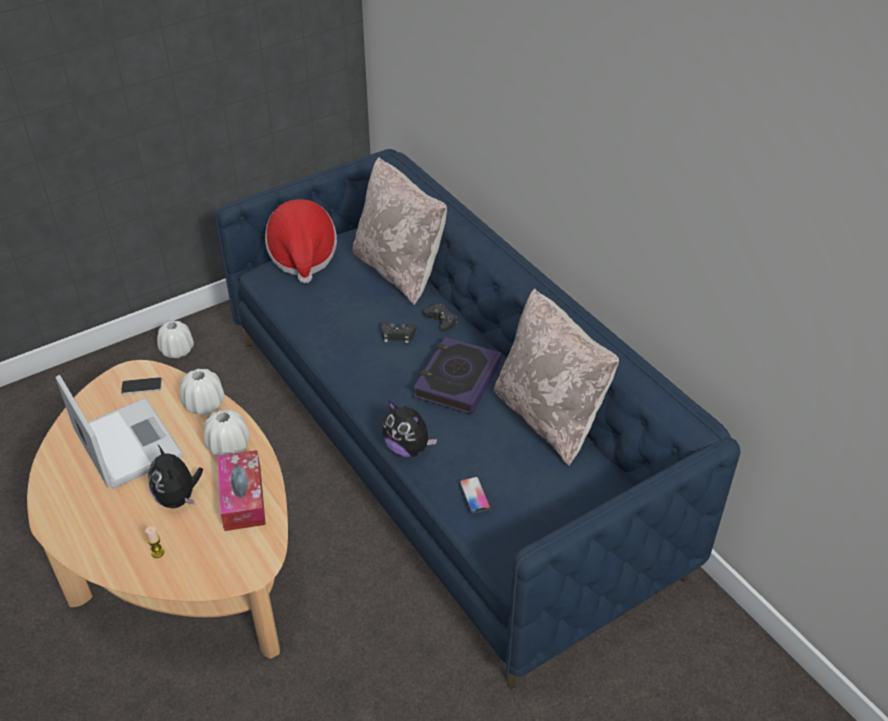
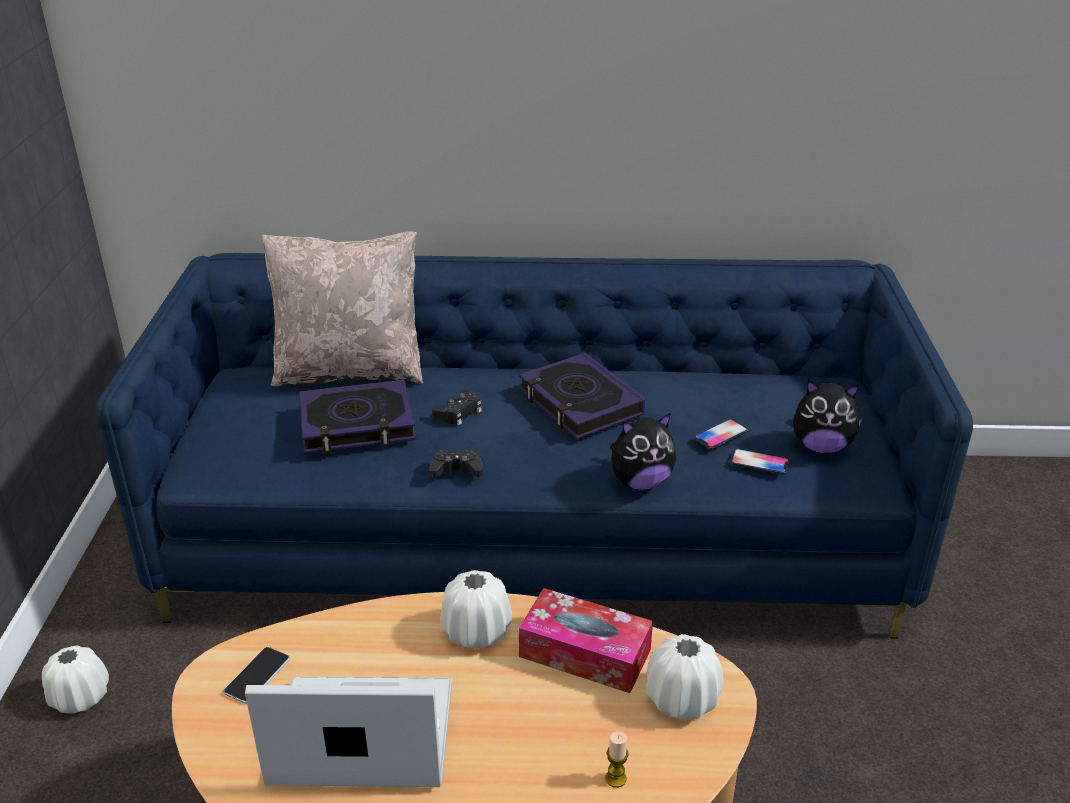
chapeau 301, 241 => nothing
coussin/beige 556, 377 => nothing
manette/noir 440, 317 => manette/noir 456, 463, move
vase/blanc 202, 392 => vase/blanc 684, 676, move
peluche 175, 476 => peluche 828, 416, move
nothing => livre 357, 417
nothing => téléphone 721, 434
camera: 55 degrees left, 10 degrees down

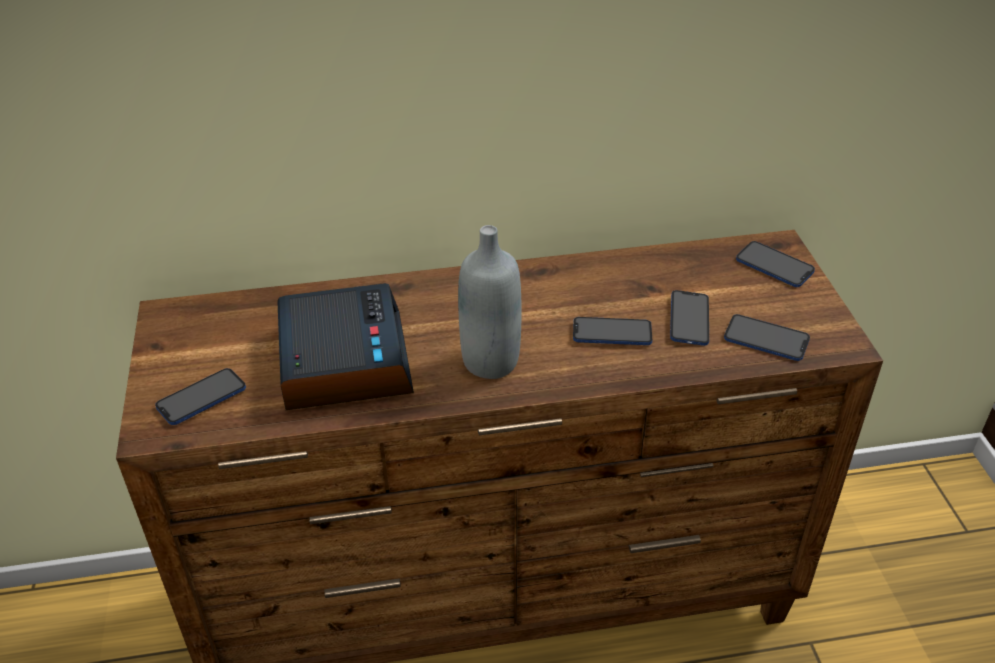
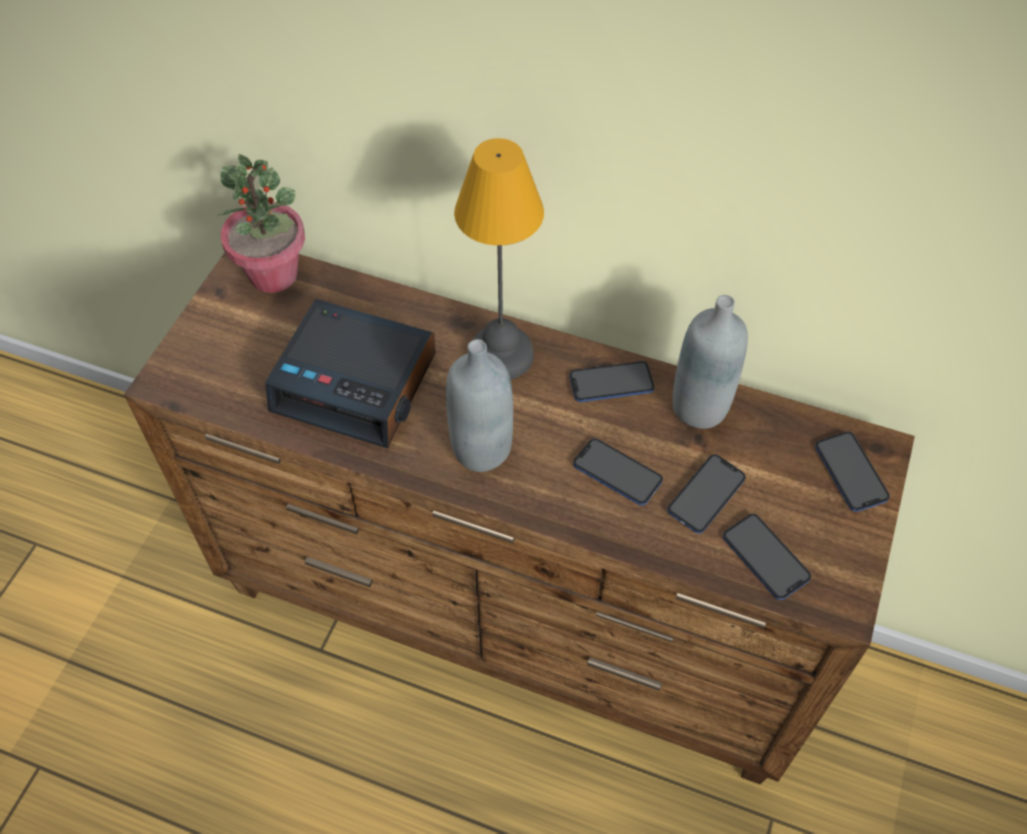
réveil 345, 346 => réveil 350, 374, 90 degrees clockwise
téléphone 200, 396 => téléphone 612, 381, move
nothing => lampe de table 499, 259
nothing => plante en pot 261, 223
nothing => bouteille/gris 710, 362
camera: 30 degrees right, 15 degrees up

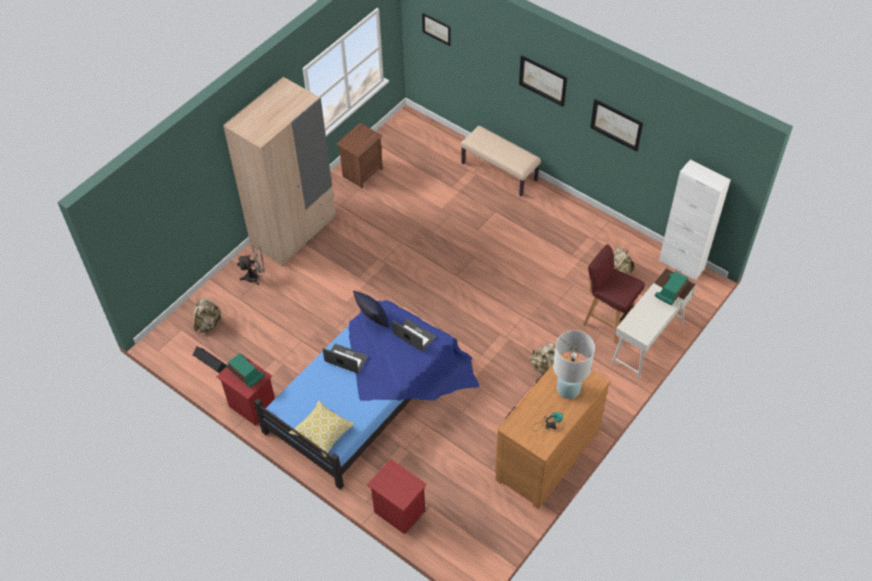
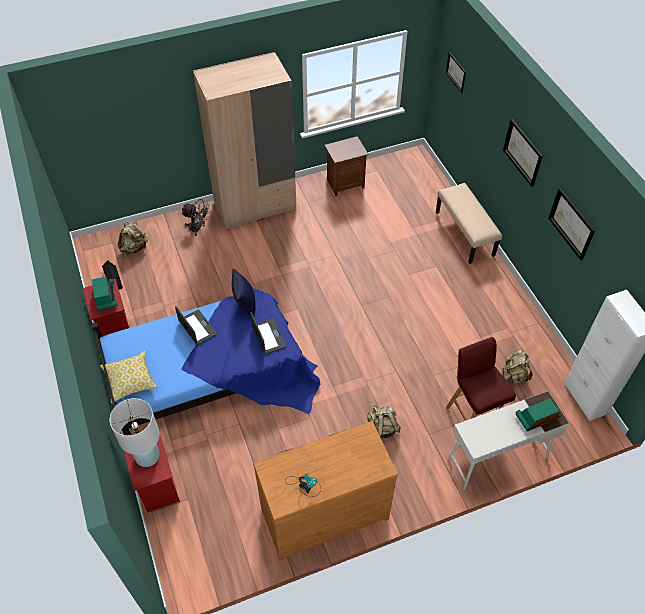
lampe de table/blanc 574, 364 => lampe de table/blanc 134, 432, move
camera: 30 degrees right, 0 degrees up

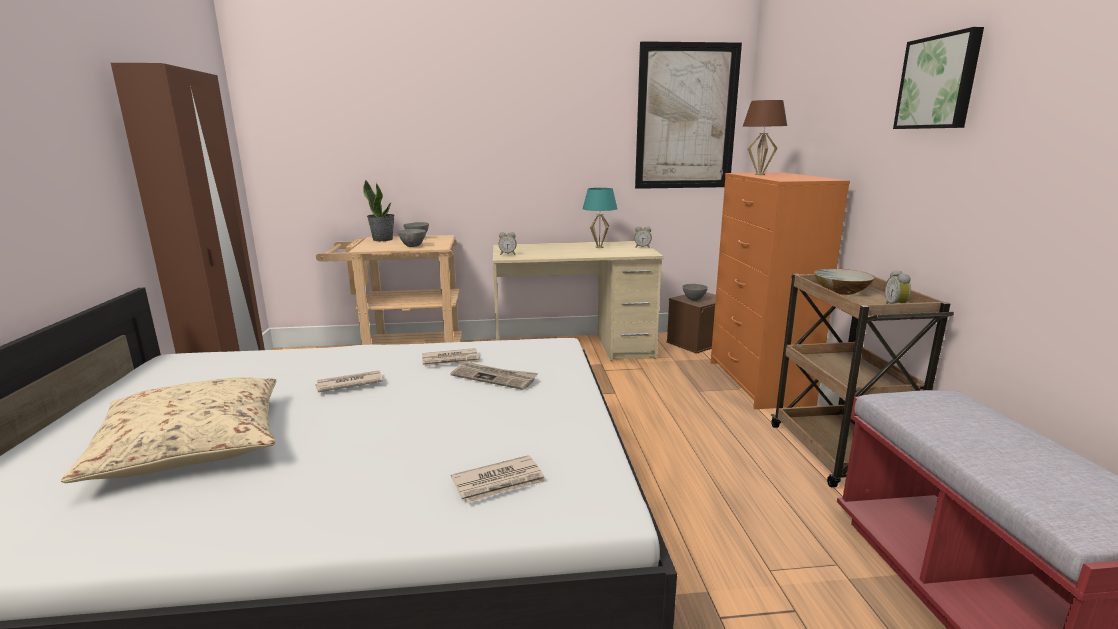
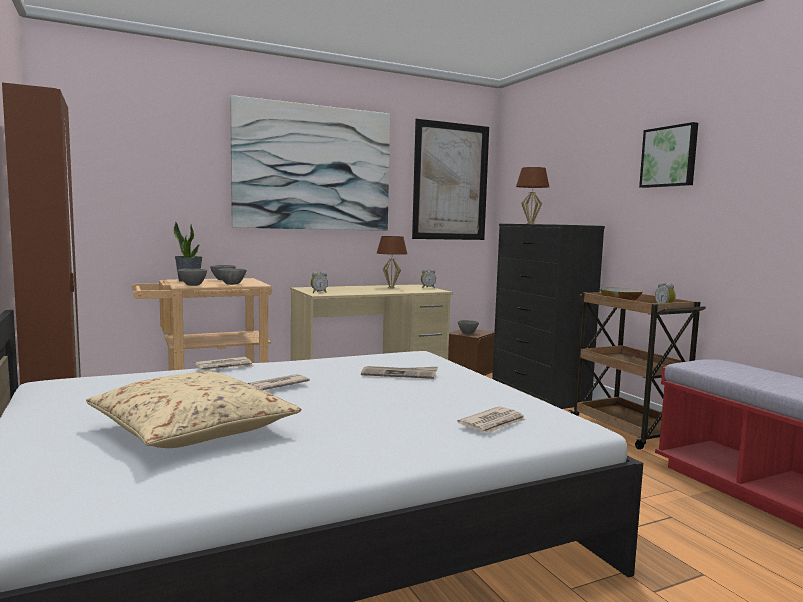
commode/orange 780, 290 => commode/noir 548, 316
lampe de table/turquoise 600, 218 => lampe de table/marron 392, 262
journal 451, 357 => journal 224, 363, move
nothing => tableau 310, 163
nothing => bol/gris 192, 277
camera: 20 degrees left, 10 degrees down

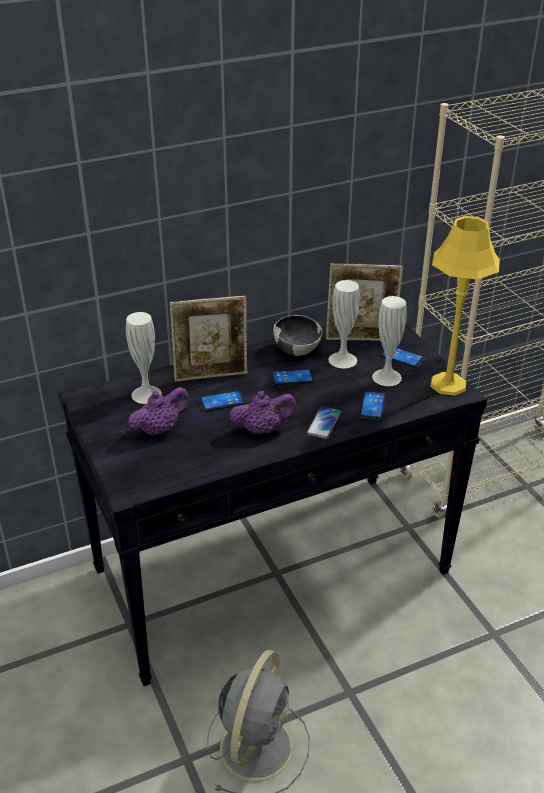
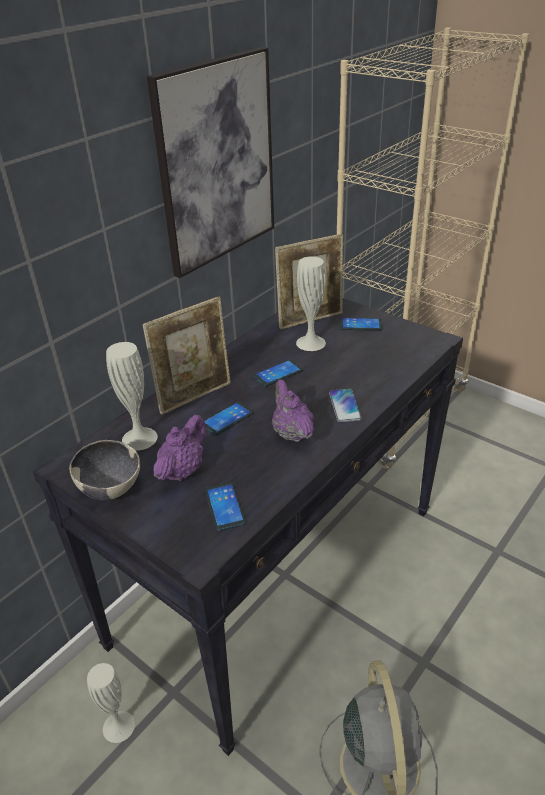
lampe de table/jaune 465, 306 => nothing
vase/blanc 389, 341 => vase/blanc 111, 703, move
bol 298, 335 => bol 104, 470, move
téléphone 372, 405 => téléphone 225, 506, move
théière/violet 263, 412 => théière/violet 293, 410, 75 degrees counterclockwise
nothing => tableau 210, 162
camera: 25 degrees left, 0 degrees up

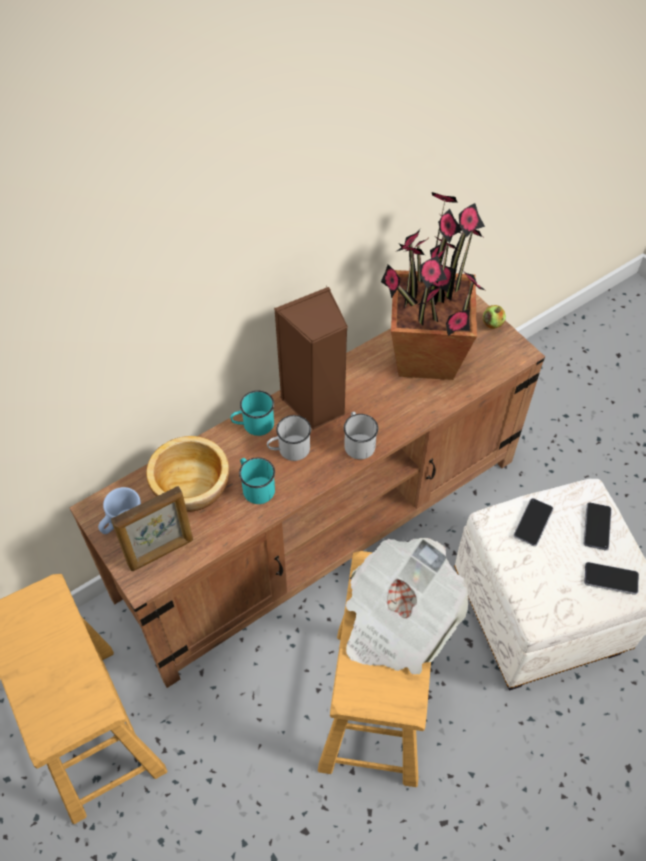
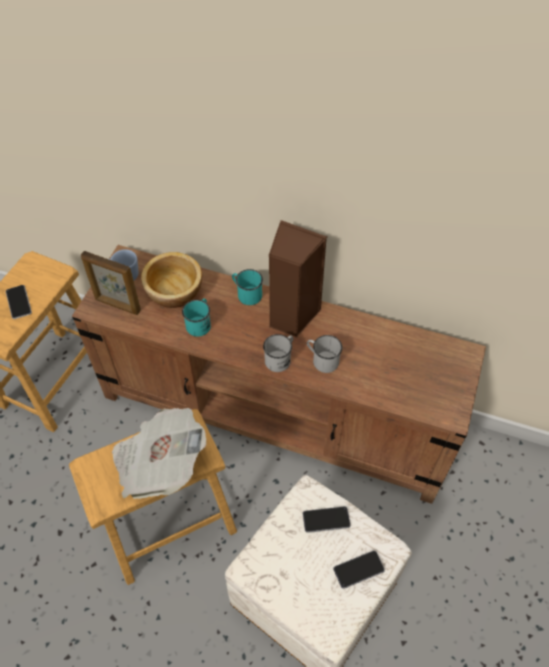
plante en pot 433, 286 => nothing
pomme 494, 317 => nothing
mug/blanc 289, 438 => mug/blanc 324, 354, move
téléphone 611, 578 => téléphone 18, 302, move
camera: 55 degrees right, 0 degrees up

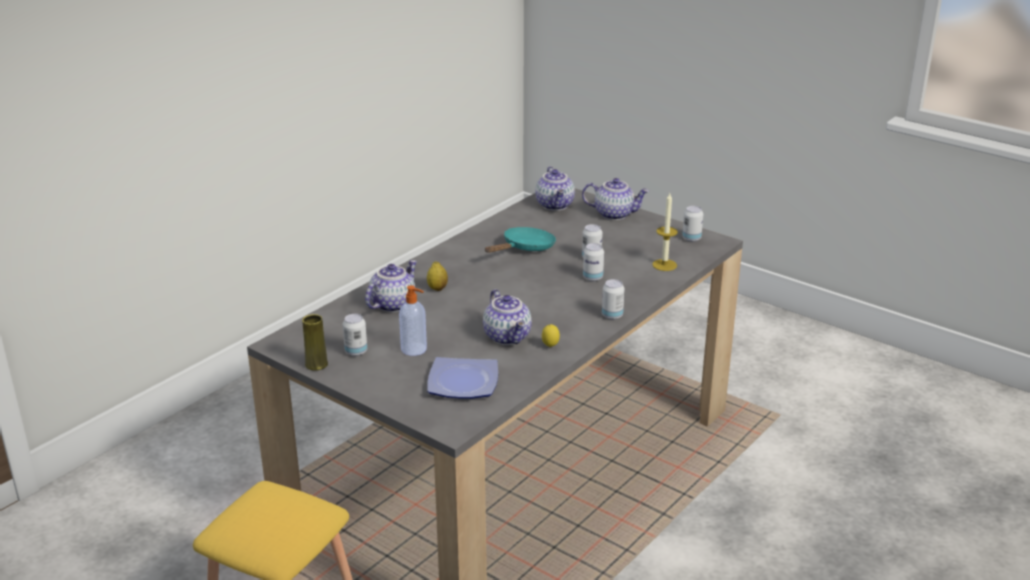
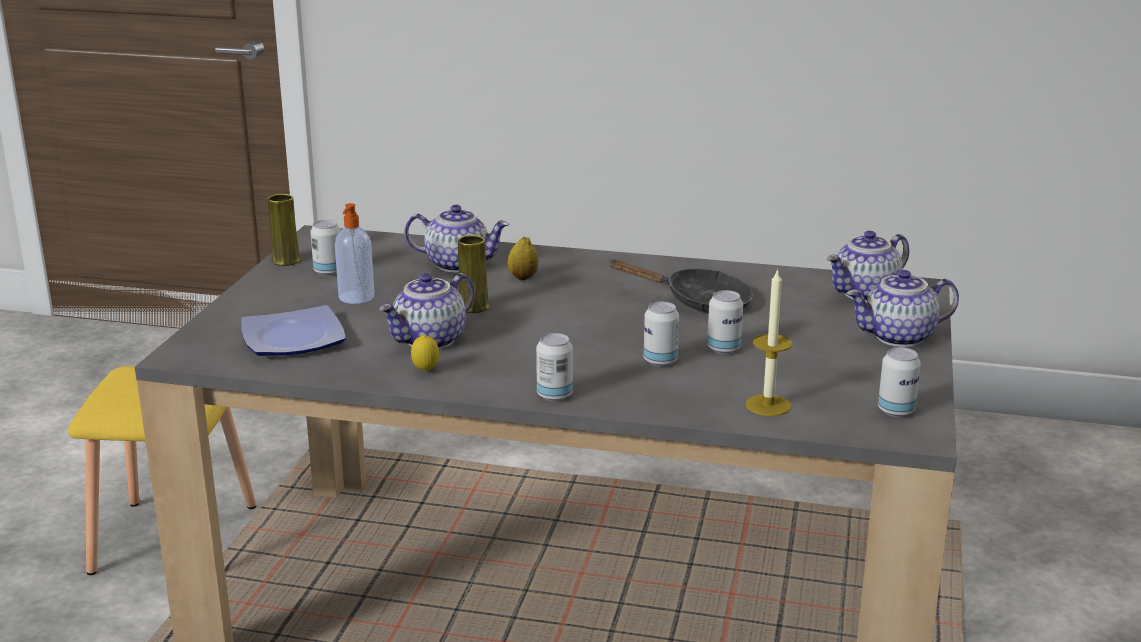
théière 615, 199 => théière 902, 308, 90 degrees clockwise
poêle/turquoise 520, 240 => poêle/noir 680, 286
nothing => vase/jaune 473, 274
camera: 65 degrees right, 5 degrees down

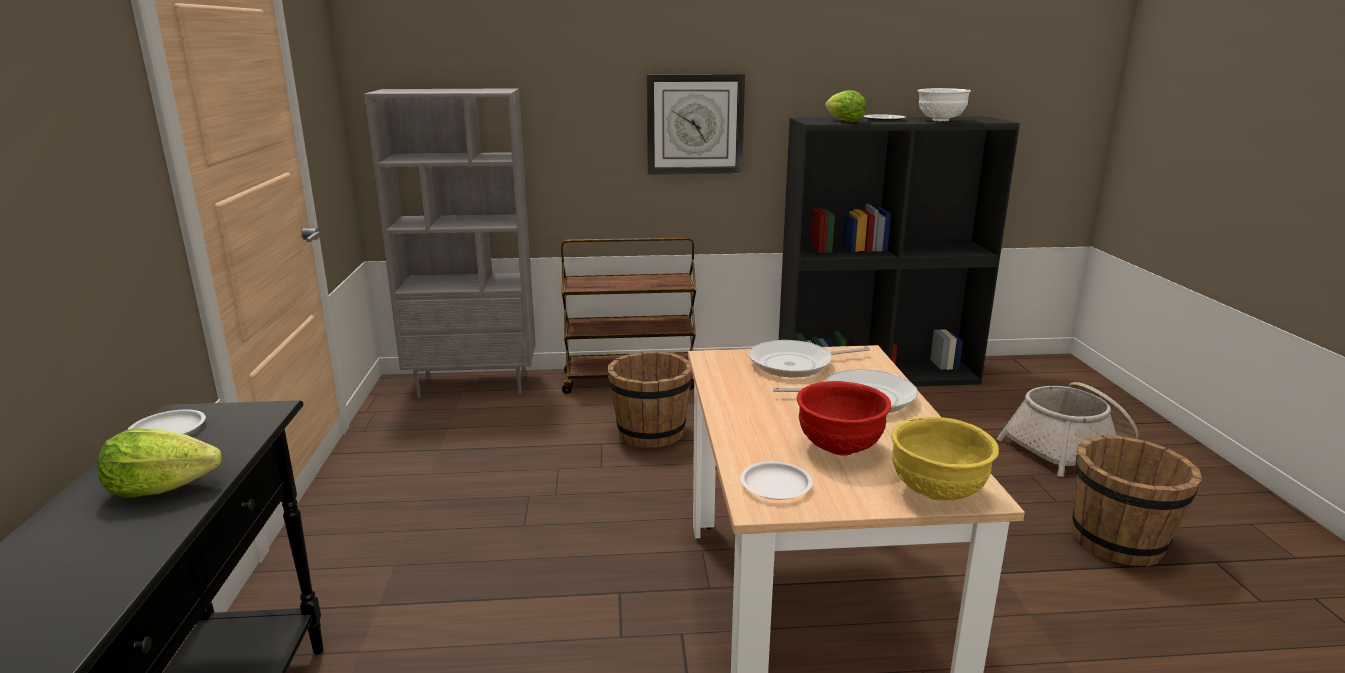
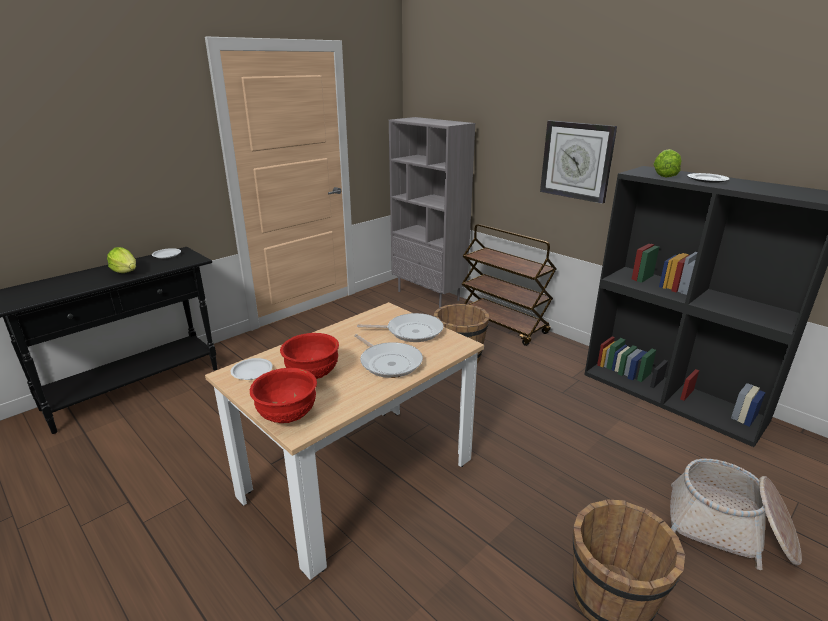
bol/blanc 944, 105 => nothing
poêle 809, 358 => poêle 400, 327, 150 degrees clockwise
bol/jaune 945, 459 => bol/rouge 283, 395
camera: 50 degrees right, 5 degrees up

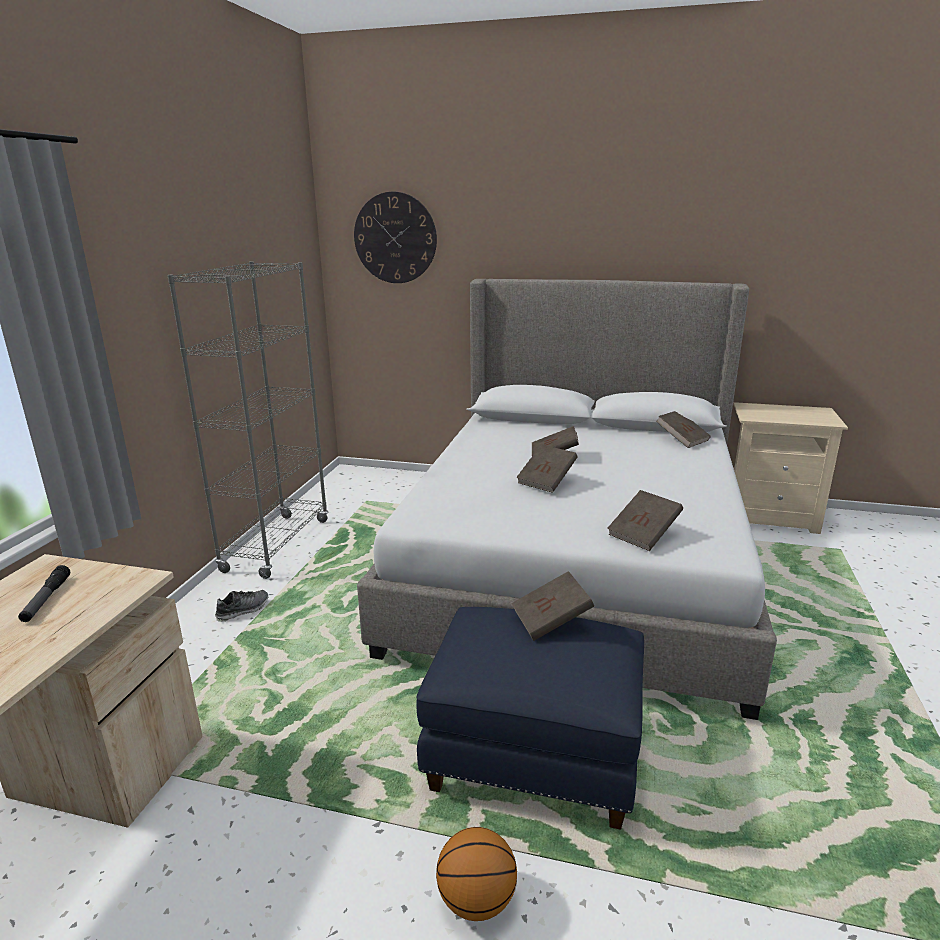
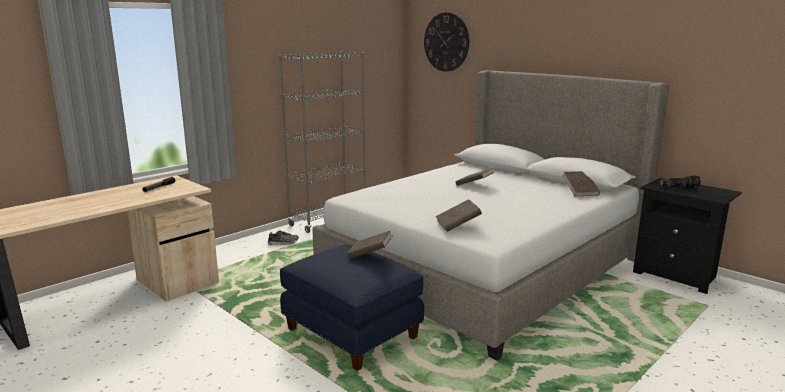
table de chevet/beige 790, 468 => table de chevet/noir 687, 236
livre/marron 546, 469 => nothing
ballon de basket 476, 874 => nothing
nothing => lampe de poche 680, 181
camera: 30 degrees right, 5 degrees down

